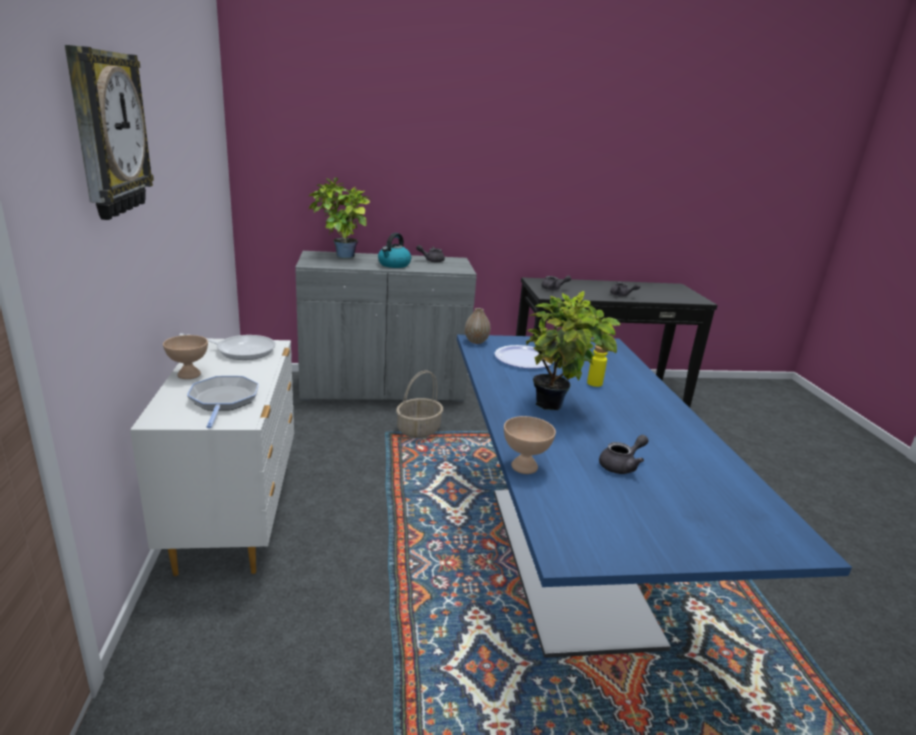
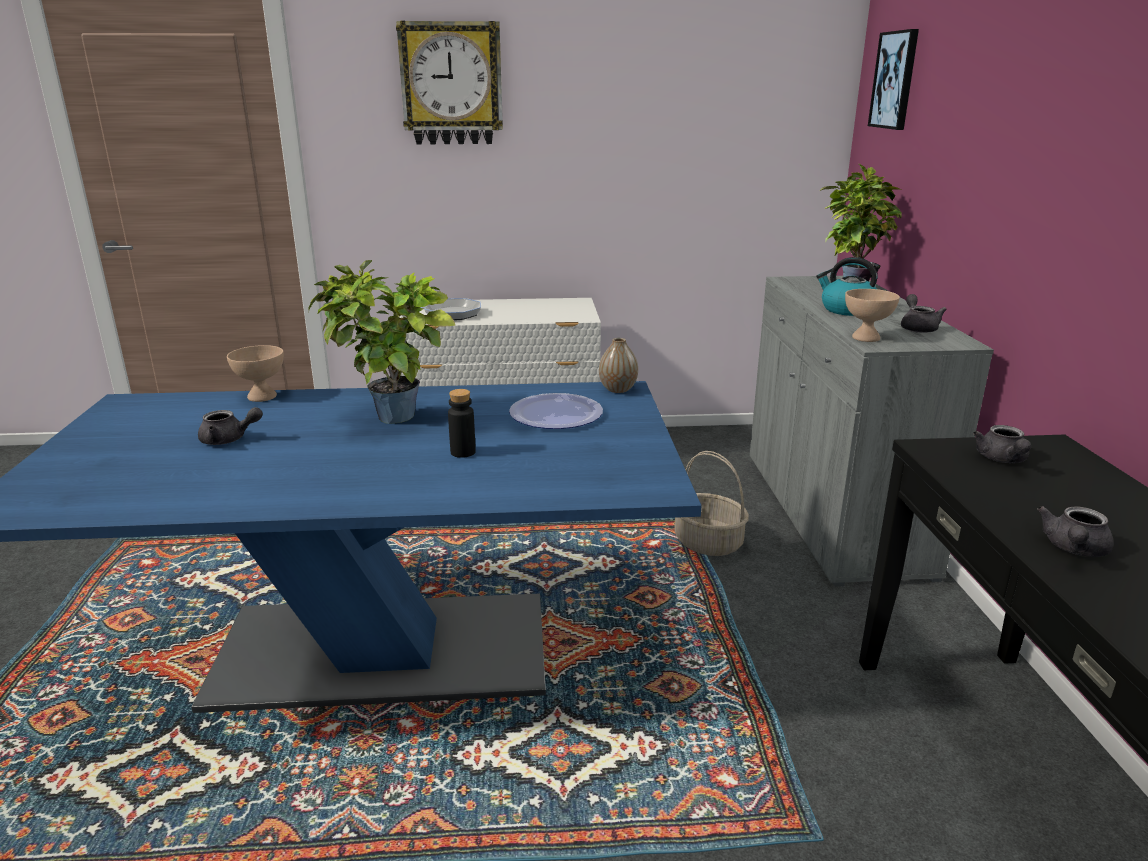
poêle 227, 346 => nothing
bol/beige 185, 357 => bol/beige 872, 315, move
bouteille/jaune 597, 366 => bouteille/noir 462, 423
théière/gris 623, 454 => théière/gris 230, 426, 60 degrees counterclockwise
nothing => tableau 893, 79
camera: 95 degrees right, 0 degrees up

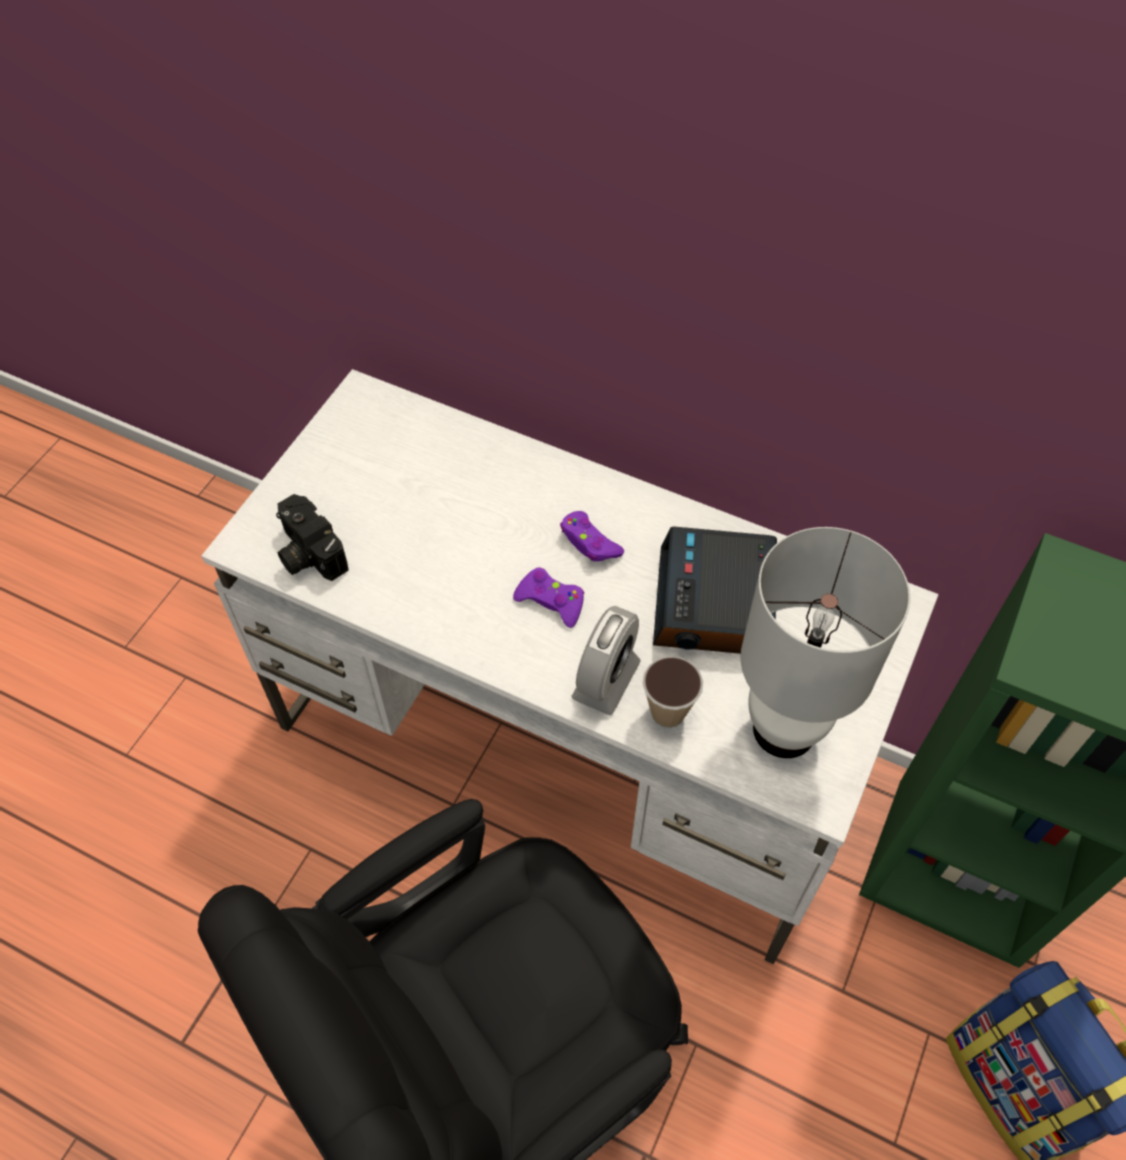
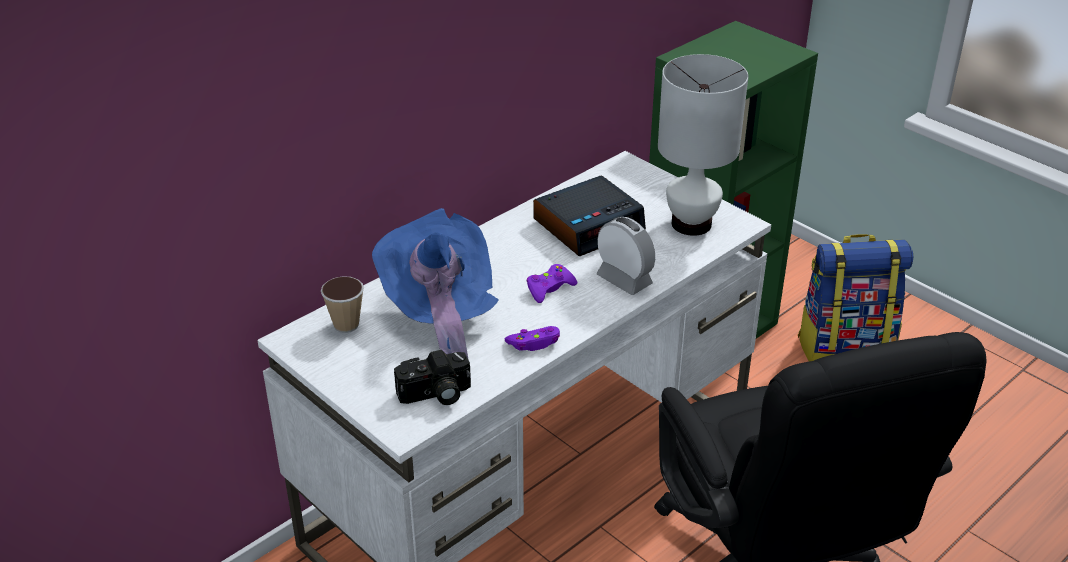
manette/violet 592, 536 => manette/violet 532, 338, move
réveil 715, 590 => réveil 589, 216, 60 degrees counterclockwise
tasse 673, 692 => tasse 342, 304, move
nothing => chapeau/bleu 435, 283
camera: 70 degrees left, 20 degrees down

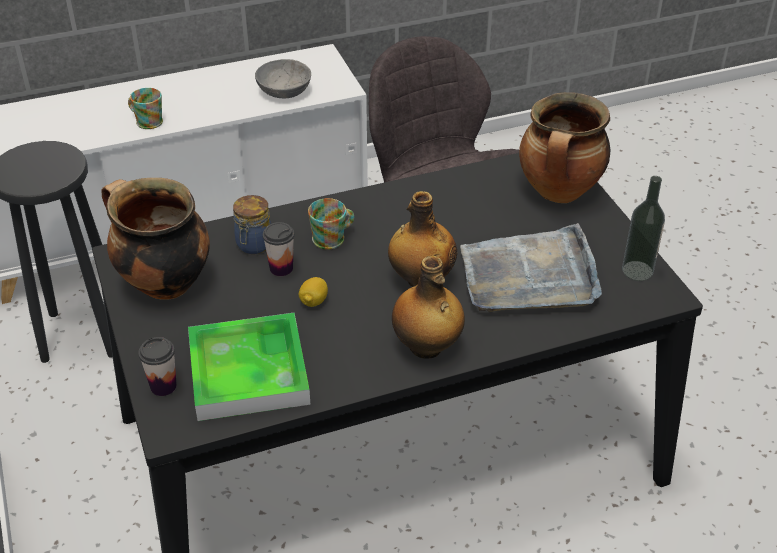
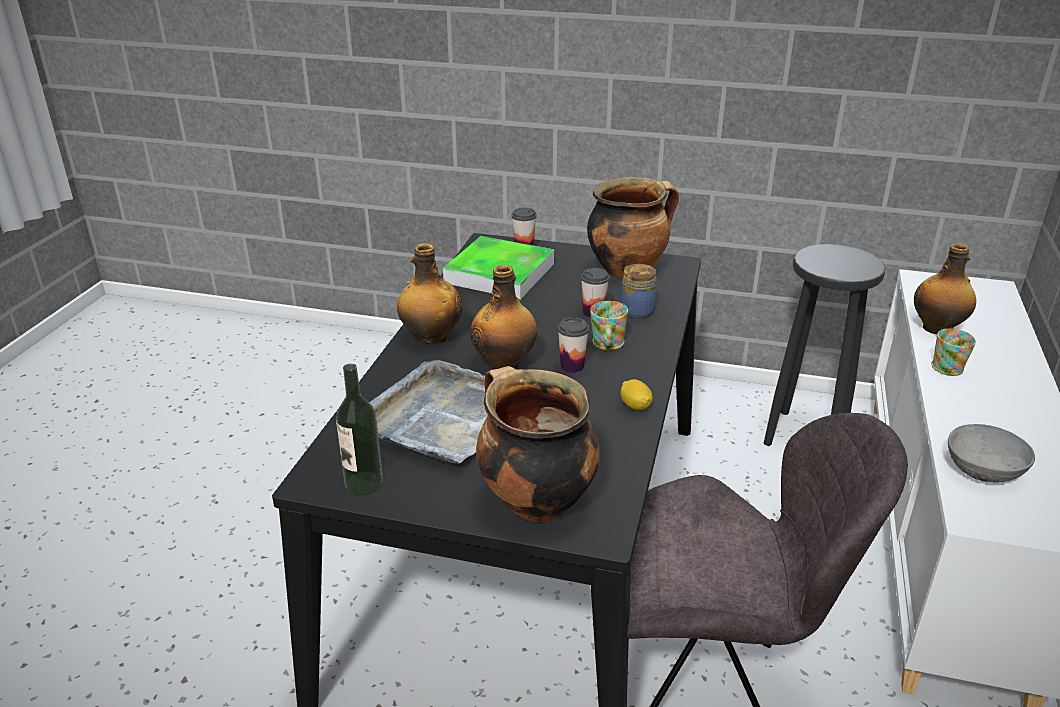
citron 313, 292 => citron 636, 394, move
nothing => bouteille 945, 288
nothing => tasse 573, 345
camera: 125 degrees right, 10 degrees down

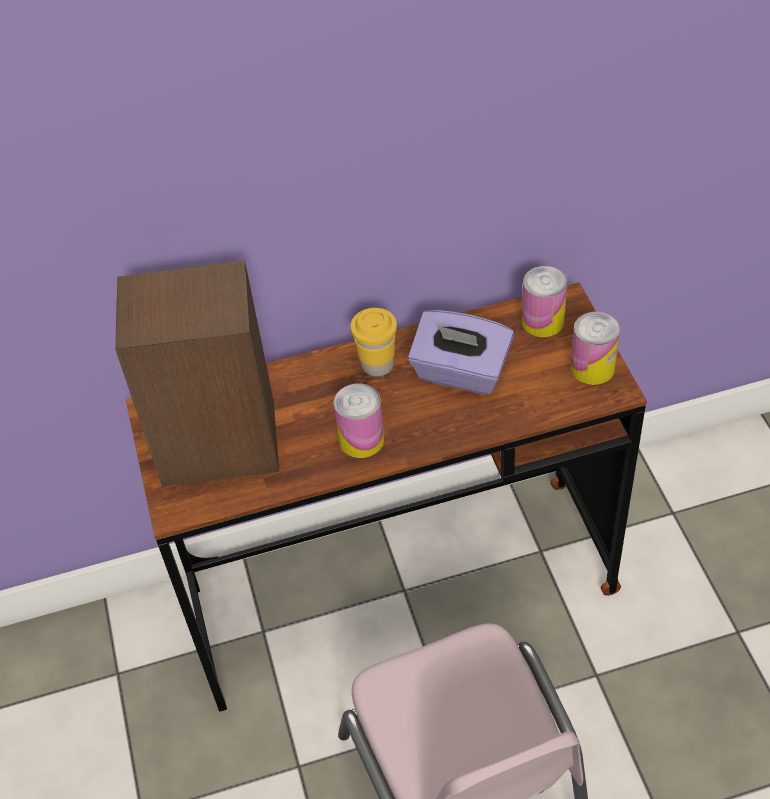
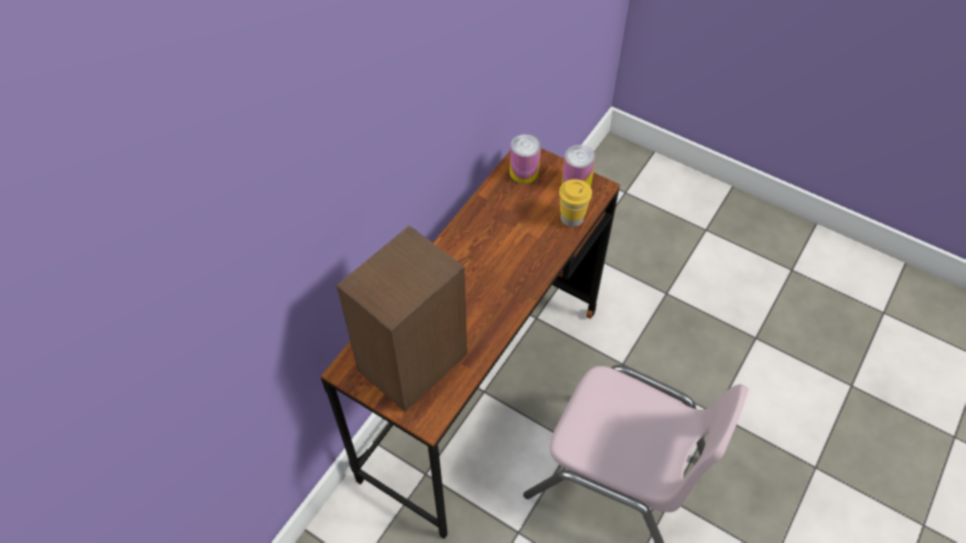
tasse/jaune 374, 342 => tasse/jaune 575, 203, move
boîte à mouchoirs/violet 461, 352 => nothing
boîte métallique 359, 420 => nothing
camera: 45 degrees left, 5 degrees up

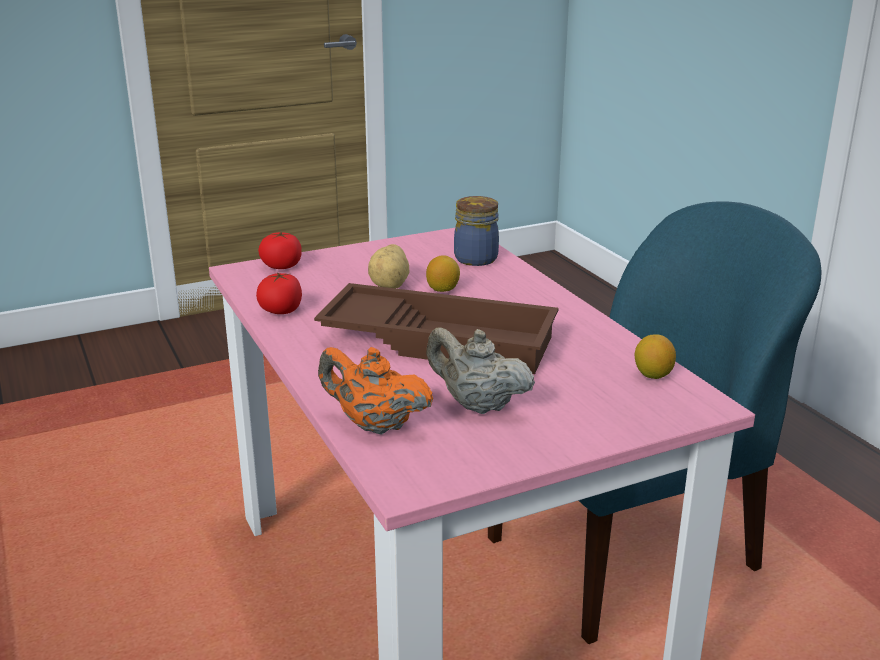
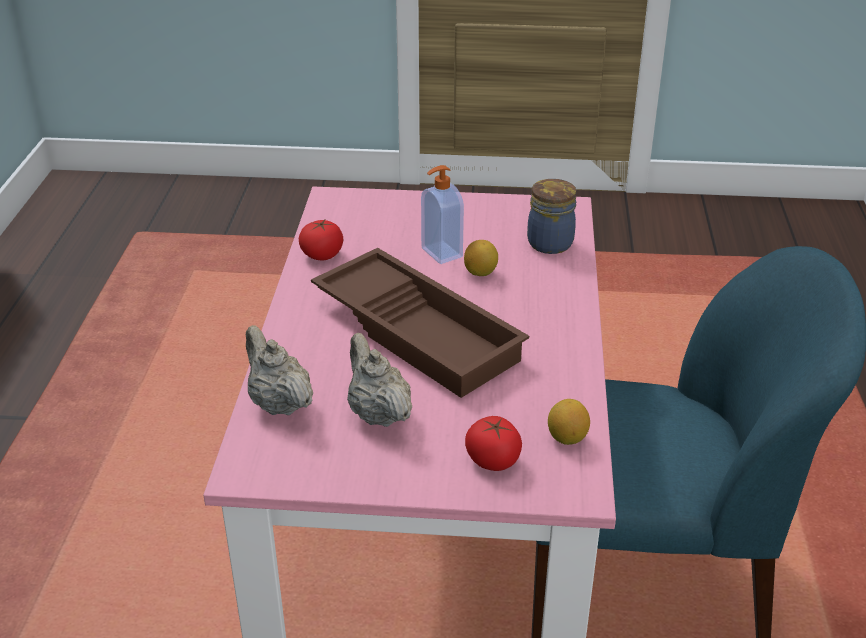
tomate 280, 250 => tomate 493, 443, move
pomme de terre 388, 266 => distributeur de savon 442, 214
théière/orange 375, 391 => théière/beige 279, 370
camera: 30 degrees right, 10 degrees up

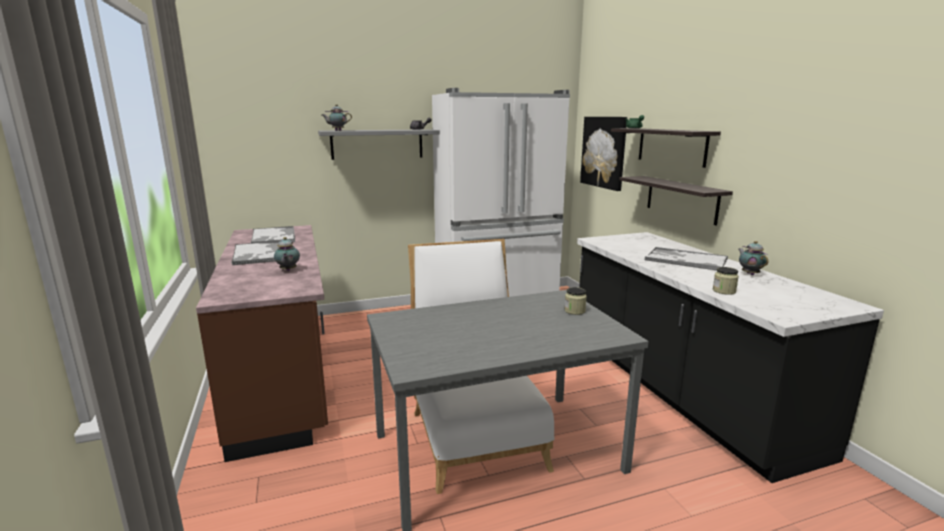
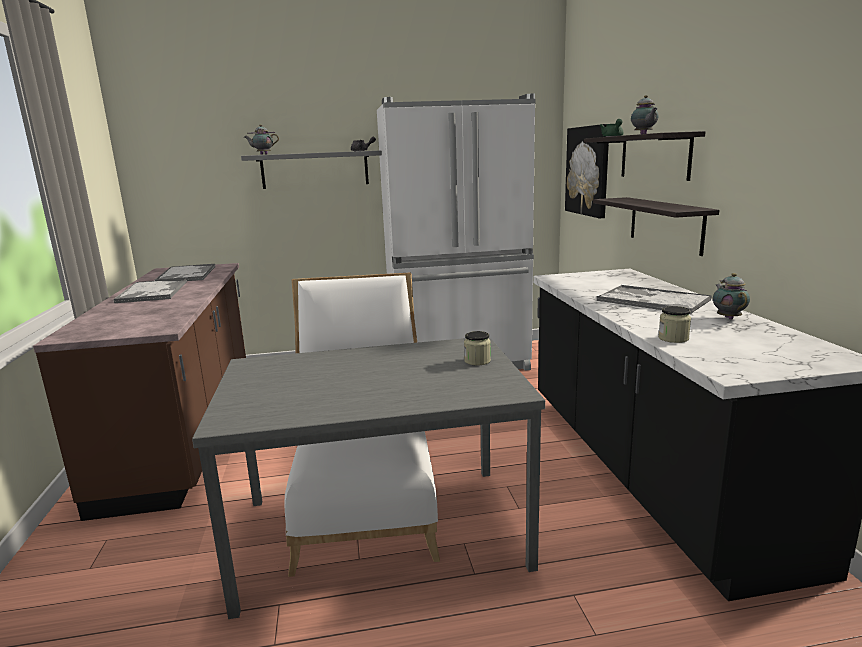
théière 287, 254 => théière 645, 114, move
camera: 10 degrees right, 0 degrees up

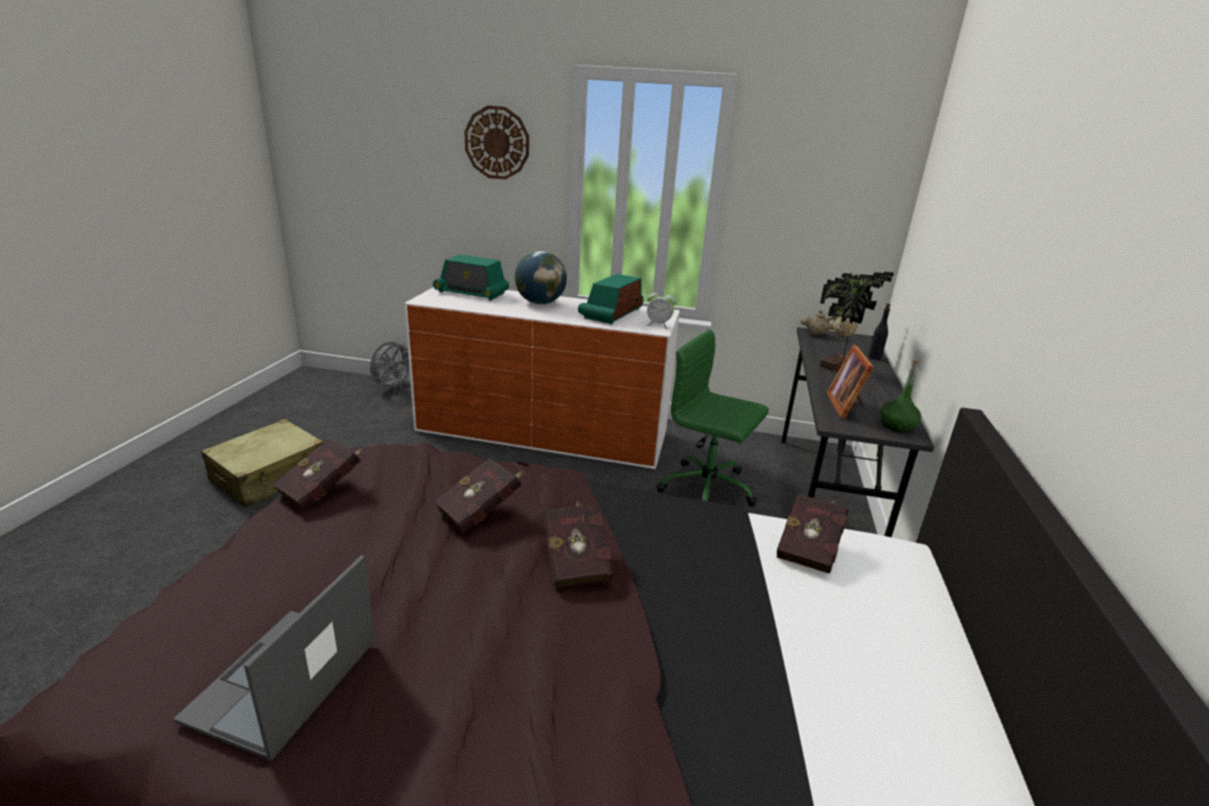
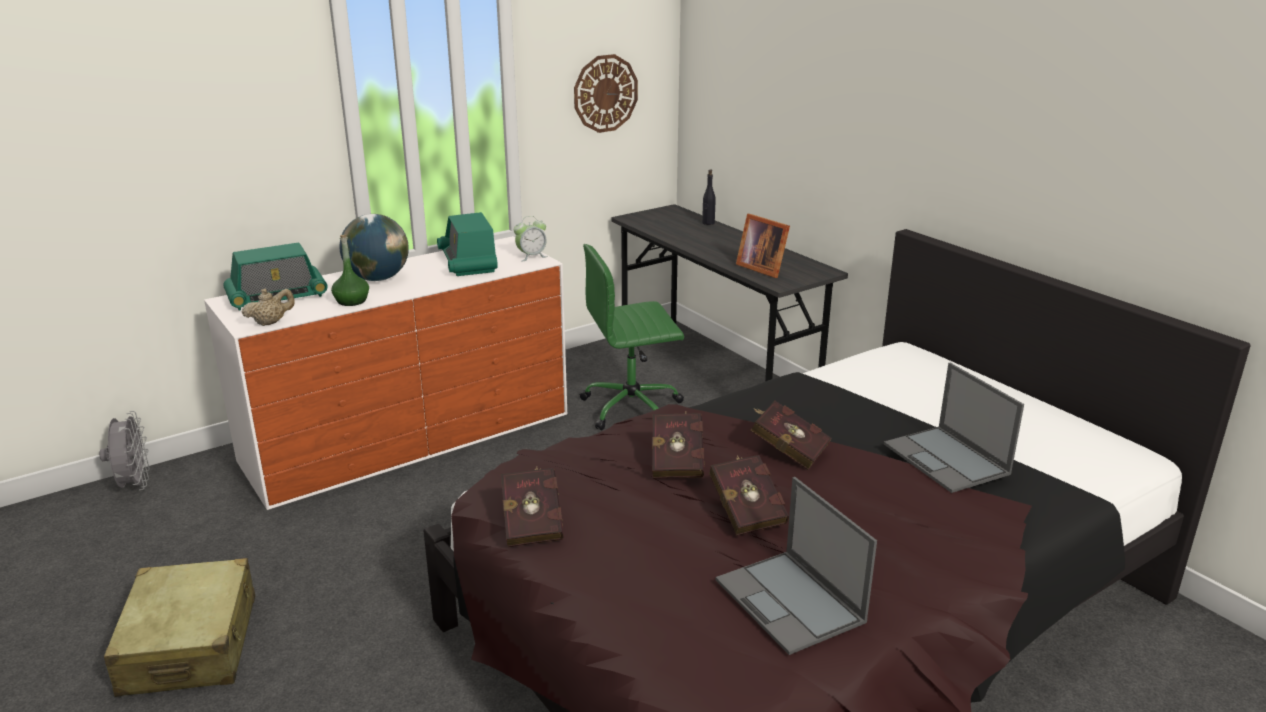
horloge murale 496, 143 => horloge murale 606, 93, move
plante en pot 857, 321 => nothing
théière/beige 819, 322 => théière/beige 268, 307, move
bouteille/vert 901, 396 => bouteille/vert 350, 270, move
livre/rouge 812, 533 => livre/rouge 749, 495, move
nothing => ordinateur portable 954, 428
camera: 45 degrees left, 0 degrees up

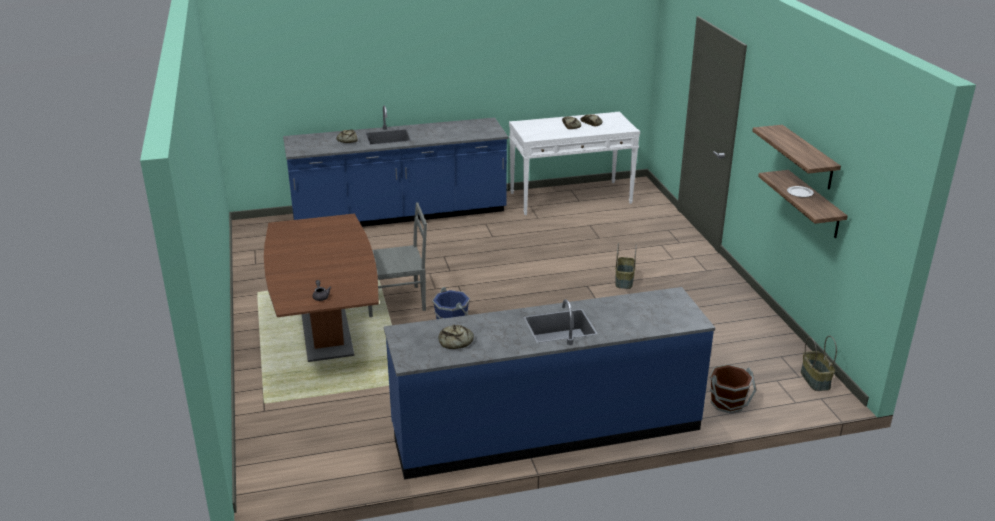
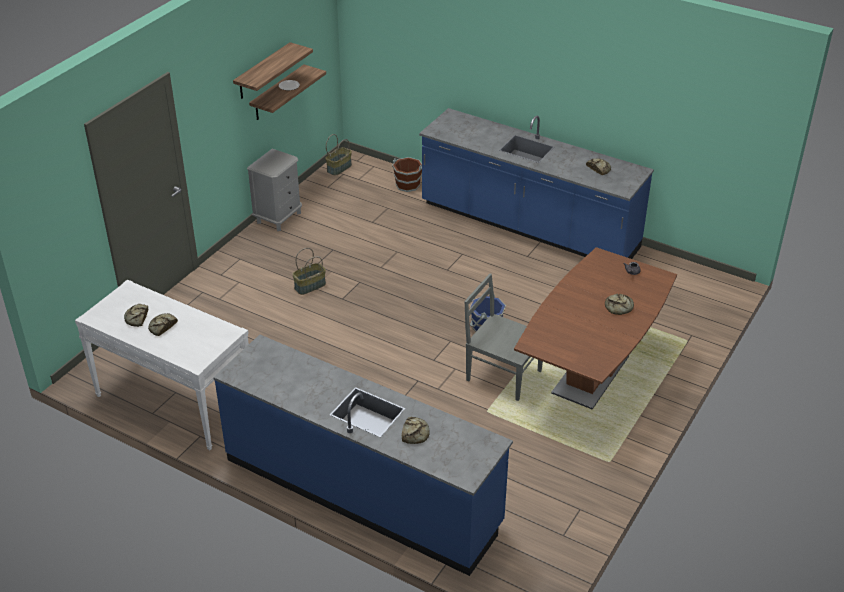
nothing => table de chevet/gris 274, 190
nothing => pain 619, 304
camera: 135 degrees left, 10 degrees up

